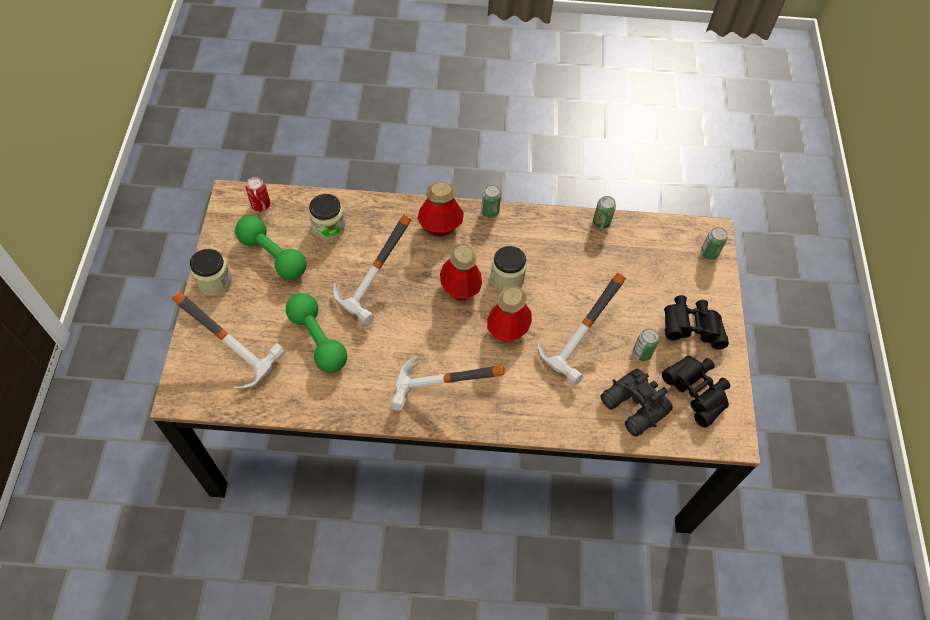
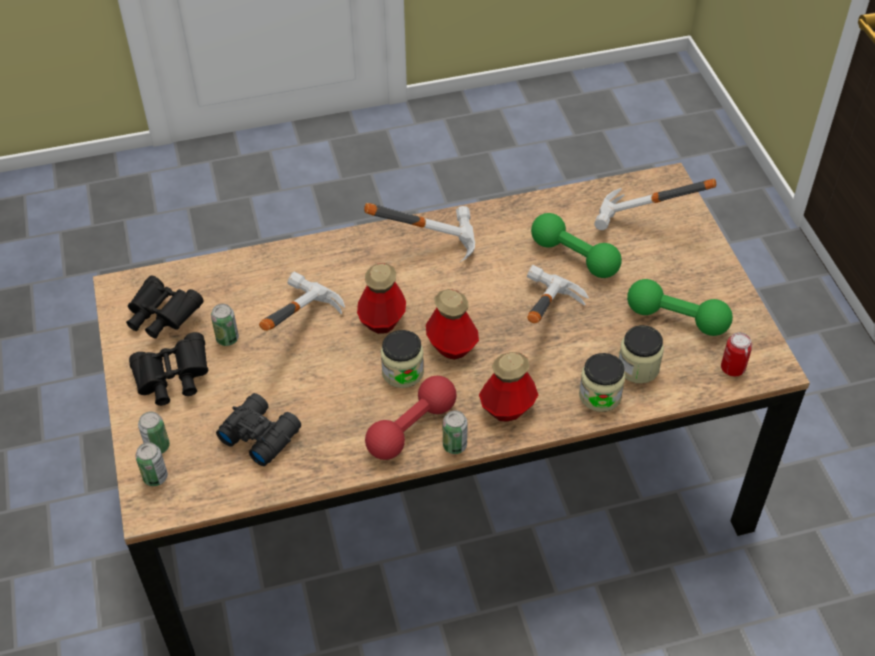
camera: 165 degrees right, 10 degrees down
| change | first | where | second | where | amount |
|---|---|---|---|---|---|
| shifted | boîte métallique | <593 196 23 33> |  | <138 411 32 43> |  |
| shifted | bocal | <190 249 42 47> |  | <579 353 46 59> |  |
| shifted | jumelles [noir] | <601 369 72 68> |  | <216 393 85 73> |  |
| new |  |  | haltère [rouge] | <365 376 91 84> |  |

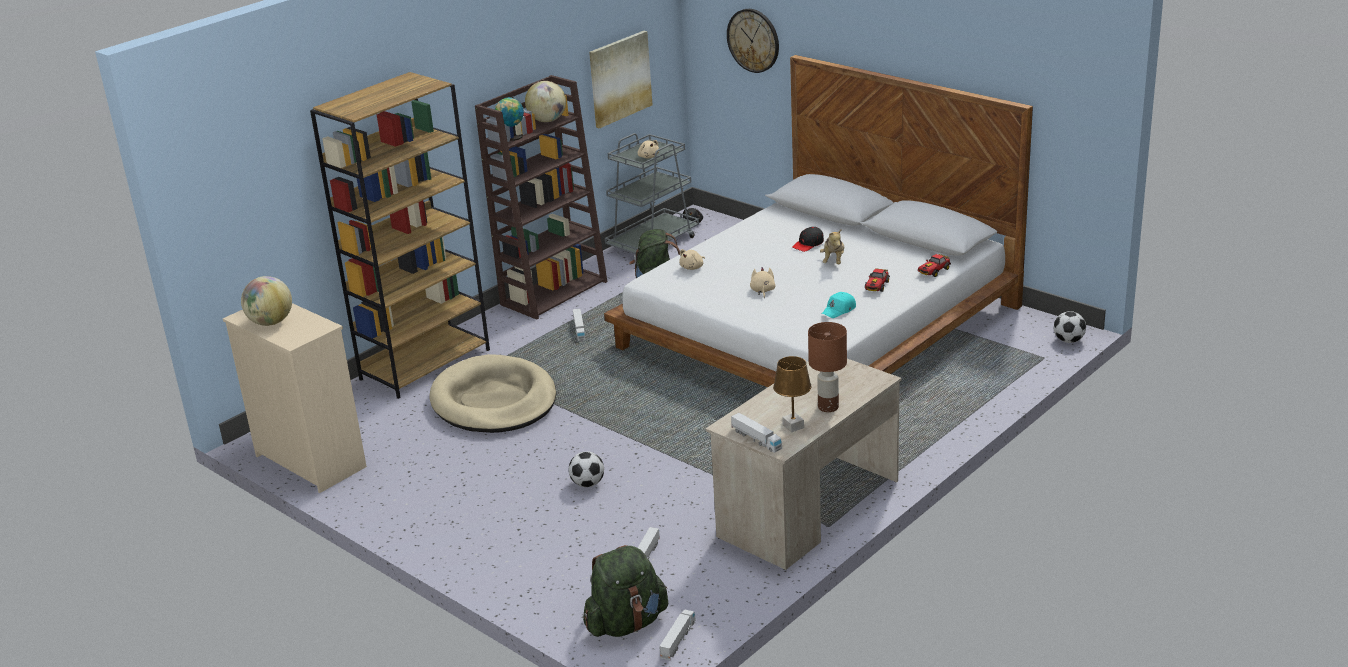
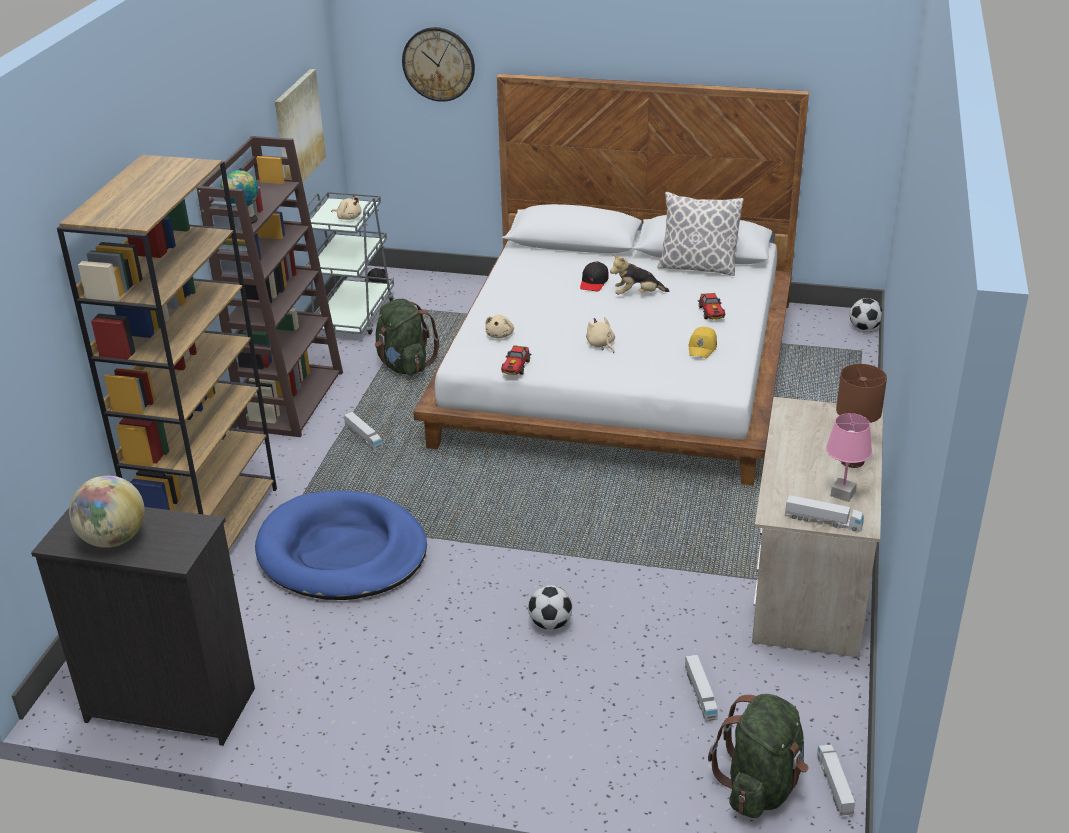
camera: 30 degrees left, 5 degrees up
| change | first | where | second | where | amount |
|---|---|---|---|---|---|
| gone | globe | <525 81 41 41> |  |  |  |
| rotated | peluche | <820 228 24 36> |  | <610 255 60 40> | 105 degrees clockwise |
| shifted | petite voiture | <918 254 33 23> |  | <501 345 30 30> |  |
| repainted | casquette [turquoise] | <822 292 34 26> | casquette [jaune] | <688 327 29 31> |  |
| repainted | commode [beige] | <223 303 144 190> | commode [noir] | <31 507 224 239> |  |
| repainted | panier pour chien [beige] | <430 354 126 79> | panier pour chien [bleu] | <255 490 172 110> |  |
| repainted | lampe de table [marron] | <773 356 39 77> | lampe de table [rose] | <826 413 46 89> |  |
| new |  |  | coussin | <657 192 87 84> |  |

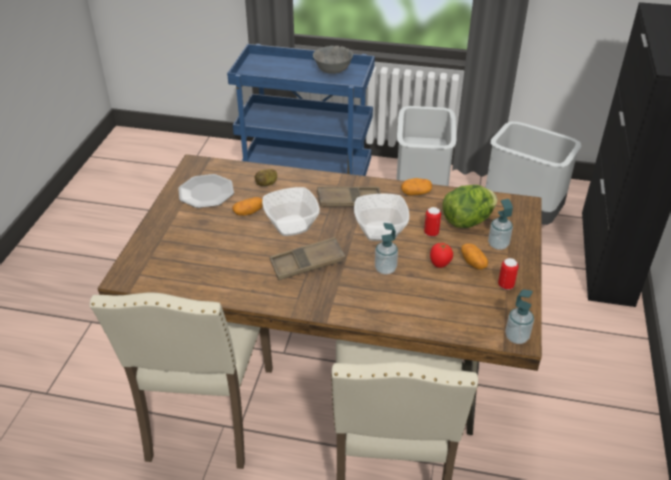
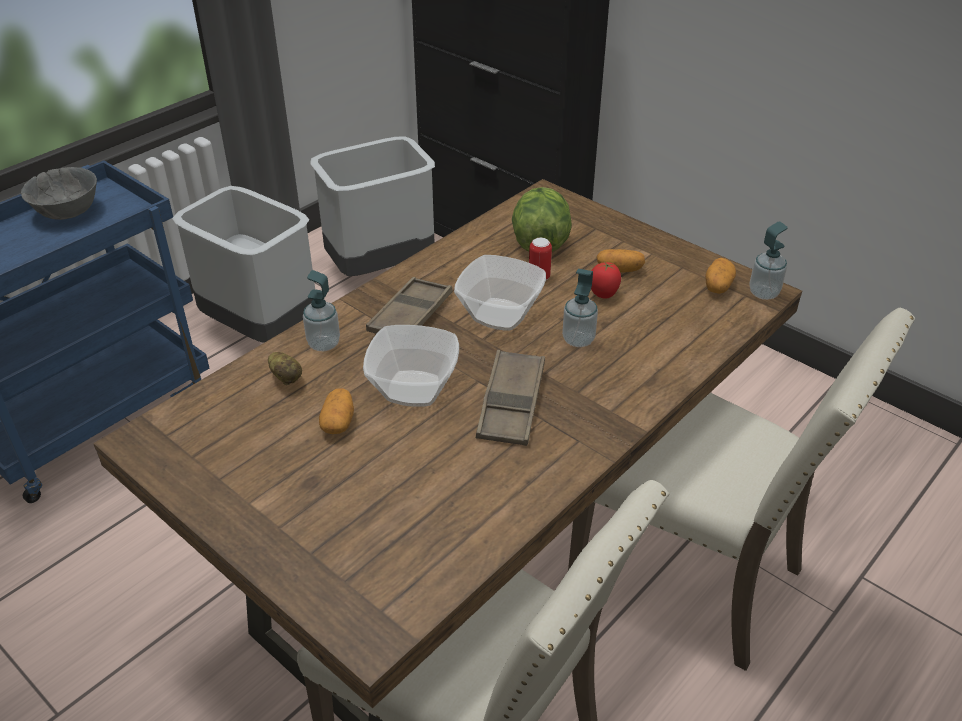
camera: 60 degrees left, 0 degrees up
| change | first | where | second | where | amount |
|---|---|---|---|---|---|
| gone | assiette | <178 174 56 34> |  |  |  |
| shifted | pomme de terre | <401 178 31 18> |  | <705 258 31 36> |  |
| shifted | distributeur de savon | <488 199 25 51> |  | <303 270 37 81> |  |
| gone | boîte métallique | <498 258 21 32> |  |  |  |

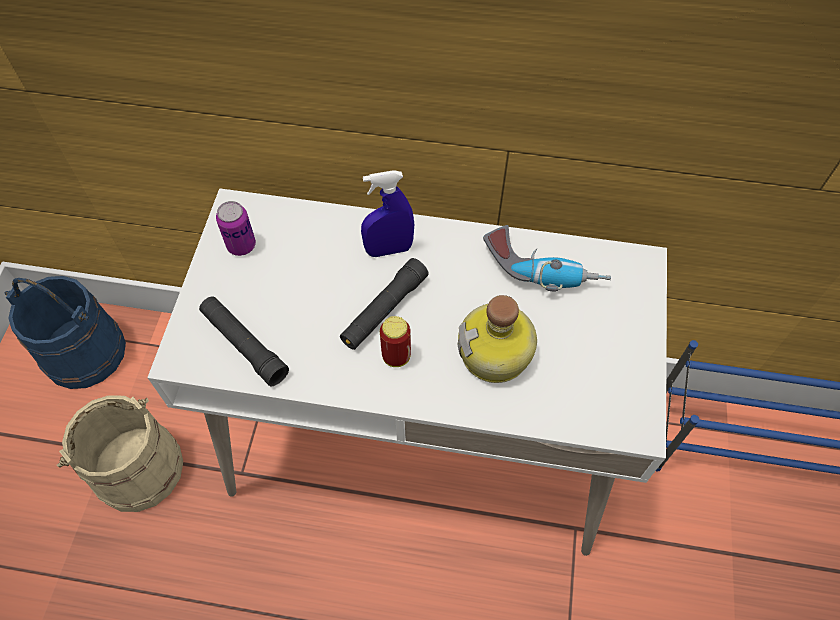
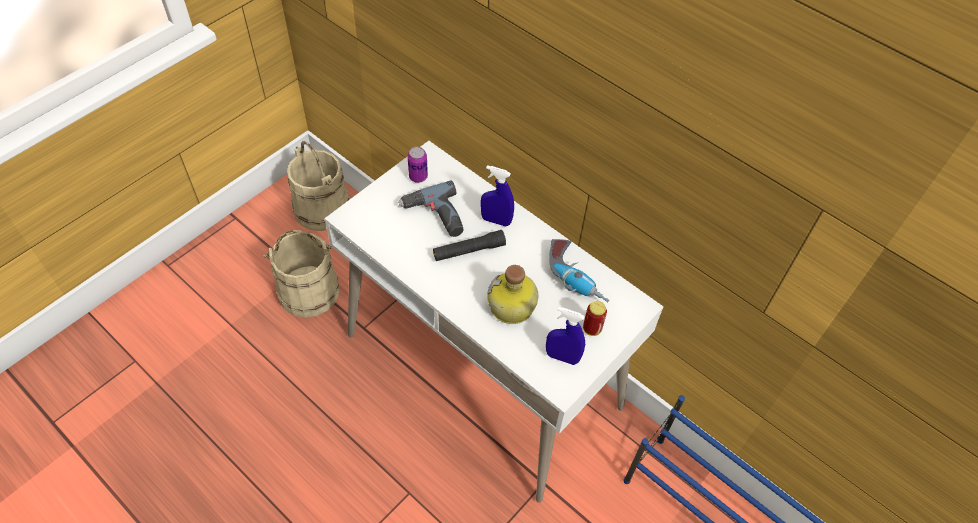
camera: 30 degrees right, 5 degrees down
| change | first | where | second | where | amount |
|---|---|---|---|---|---|
| repainted | seau [bleu] | <5 276 121 113> | seau [beige] | <287 141 63 90> |  |
| gone | lampe de poche [noir] | <199 296 90 90> |  |  |  |
| shifted | boîte métallique | <380 316 31 51> |  | <583 301 24 35> |  |
| new |  |  | perceuse | <398 180 66 57> |  |
| new |  |  | vaporisateur [bleu] | <546 306 39 59> |  |

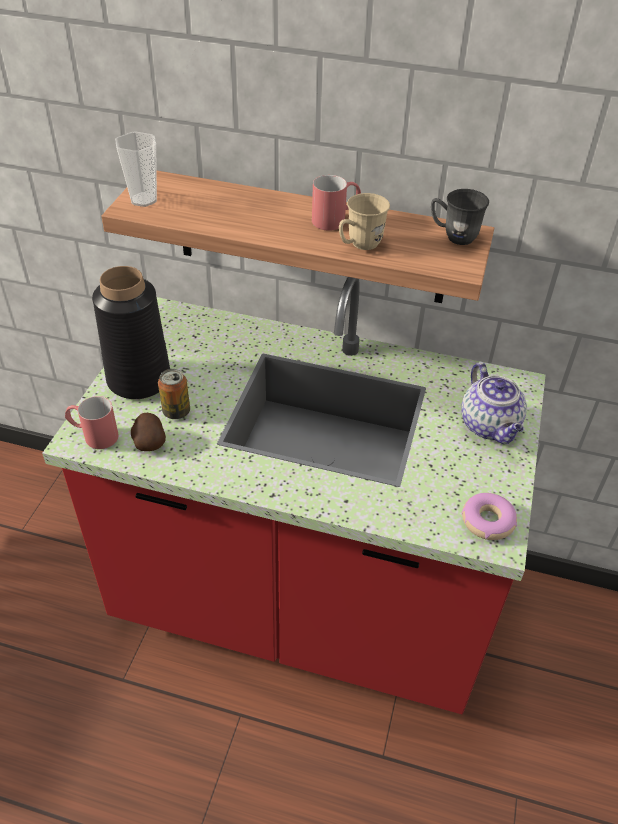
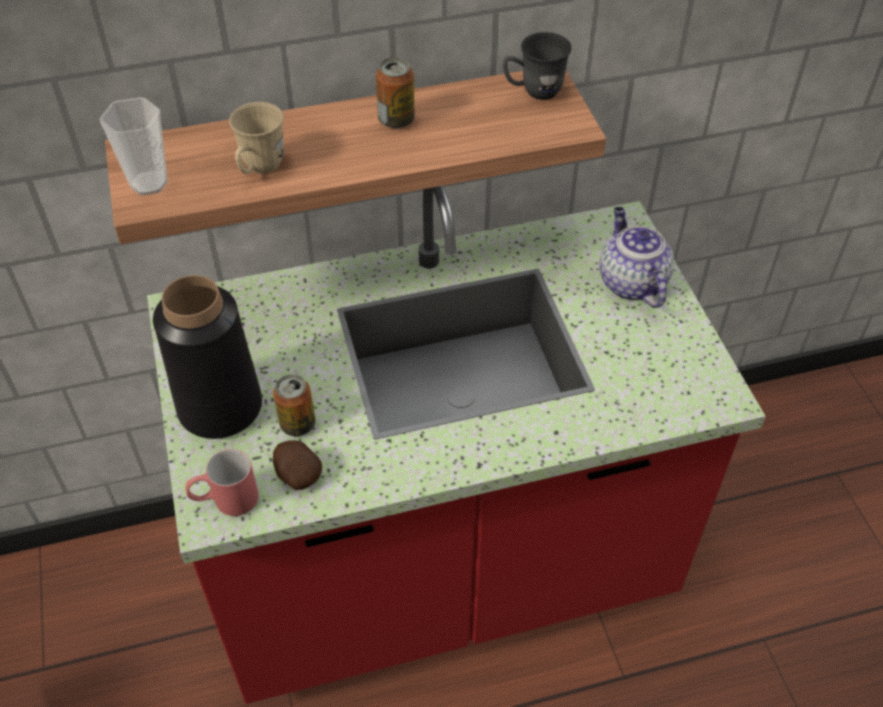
camera: 30 degrees left, 5 degrees up
| change | first | where | second | where | amount |
|---|---|---|---|---|---|
| swapped | mug [rouge] | <312 175 49 56> | boîte métallique | <376 57 39 71> |  |
| shifted | mug [beige] | <339 193 51 57> |  | <229 102 55 72> |  |
| rotated | théière | <461 363 66 81> |  | <599 207 75 101> | 150 degrees counterclockwise |
| gone | beignet | <462 493 55 47> |  |  |  |

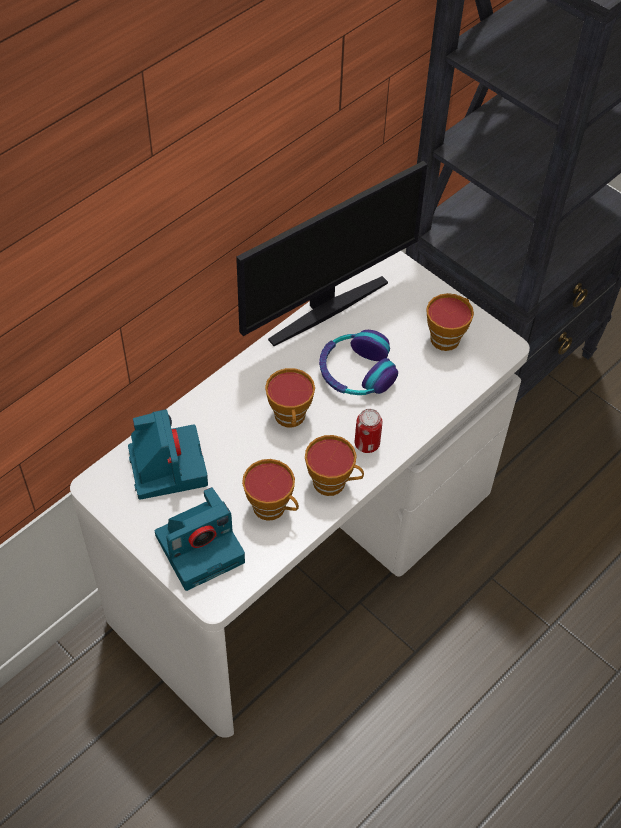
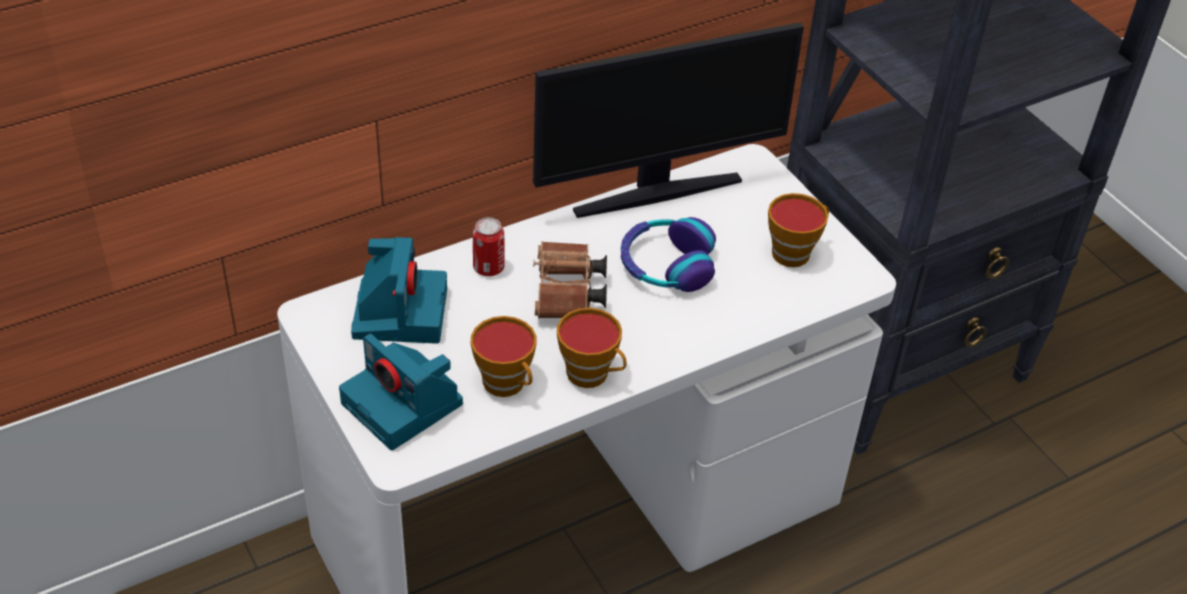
camera: 15 degrees right, 10 degrees down
| change | first | where | second | where | amount |
|---|---|---|---|---|---|
| swapped | tasse | <265 368 50 59> | jumelles [marron] | <533 241 74 77> |  |
| shifted | boîte métallique | <355 409 27 44> |  | <473 217 32 59> |  |
| rotated | appareil photo | <155 487 90 104> |  | <339 334 124 116> | 60 degrees clockwise |

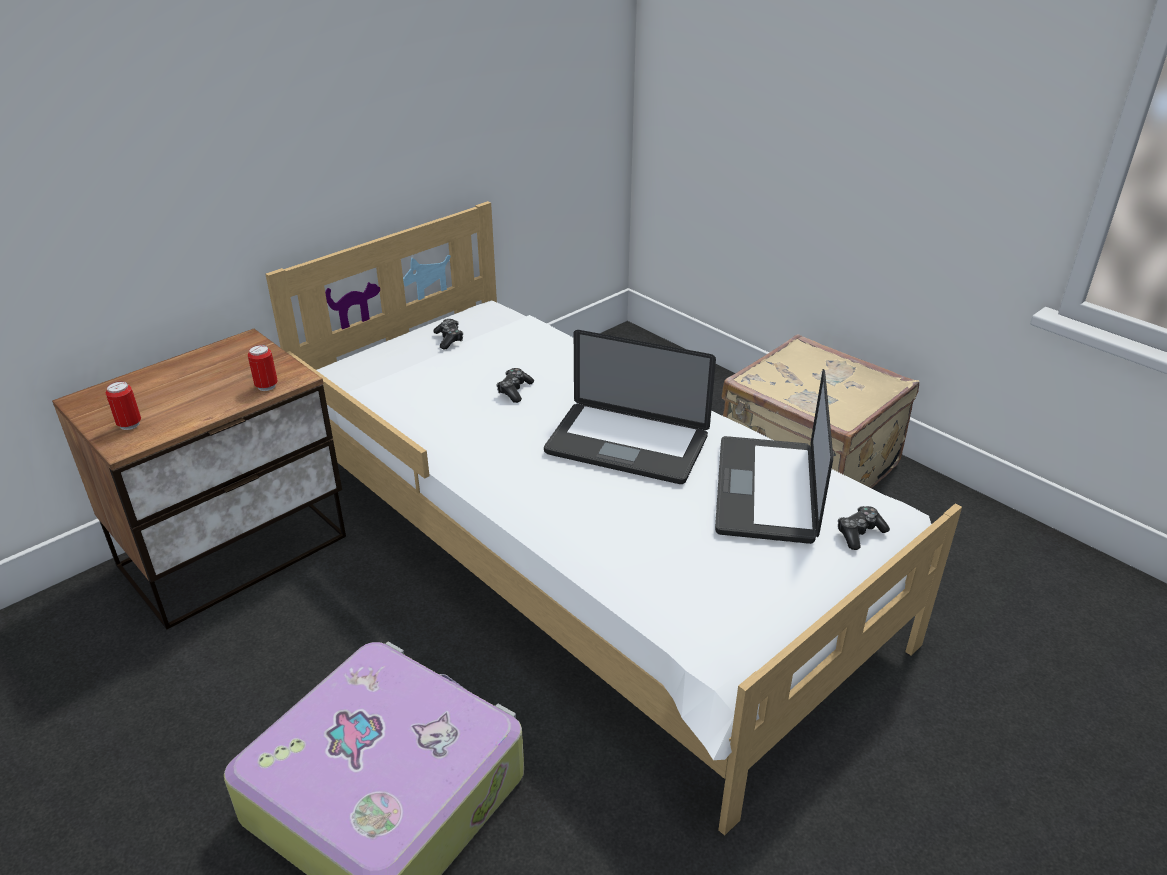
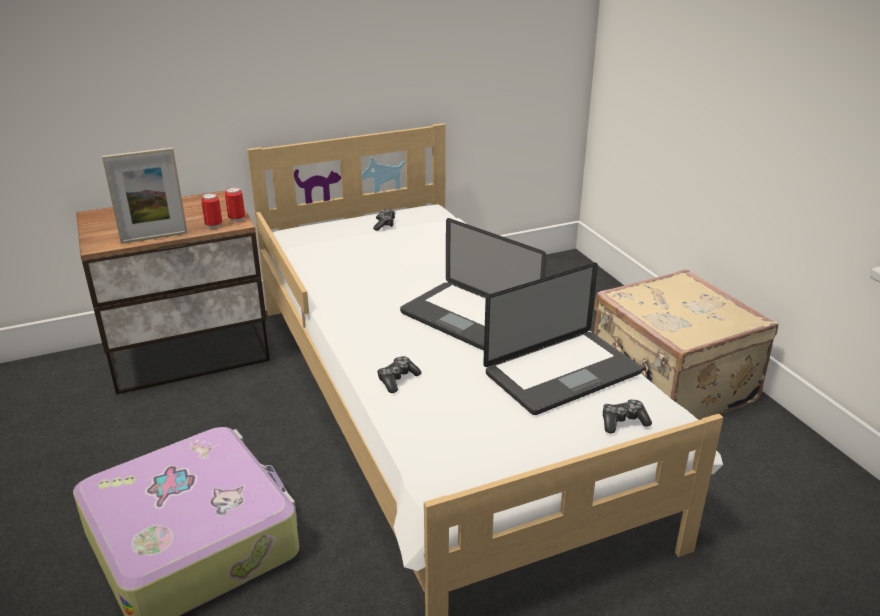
camera: 20 degrees right, 5 degrees down
| change | first | where | second | where | amount |
|---|---|---|---|---|---|
| shifted | manette | <497 368 37 35> |  | <377 356 45 37> |  |
| rotated | ordinateur portable | <715 369 118 175> |  | <483 263 159 152> | 150 degrees counterclockwise |
| shifted | boîte métallique | <106 381 35 49> |  | <225 187 20 35> |  |
| new |  |  | cadre photo | <102 147 86 97> |  |

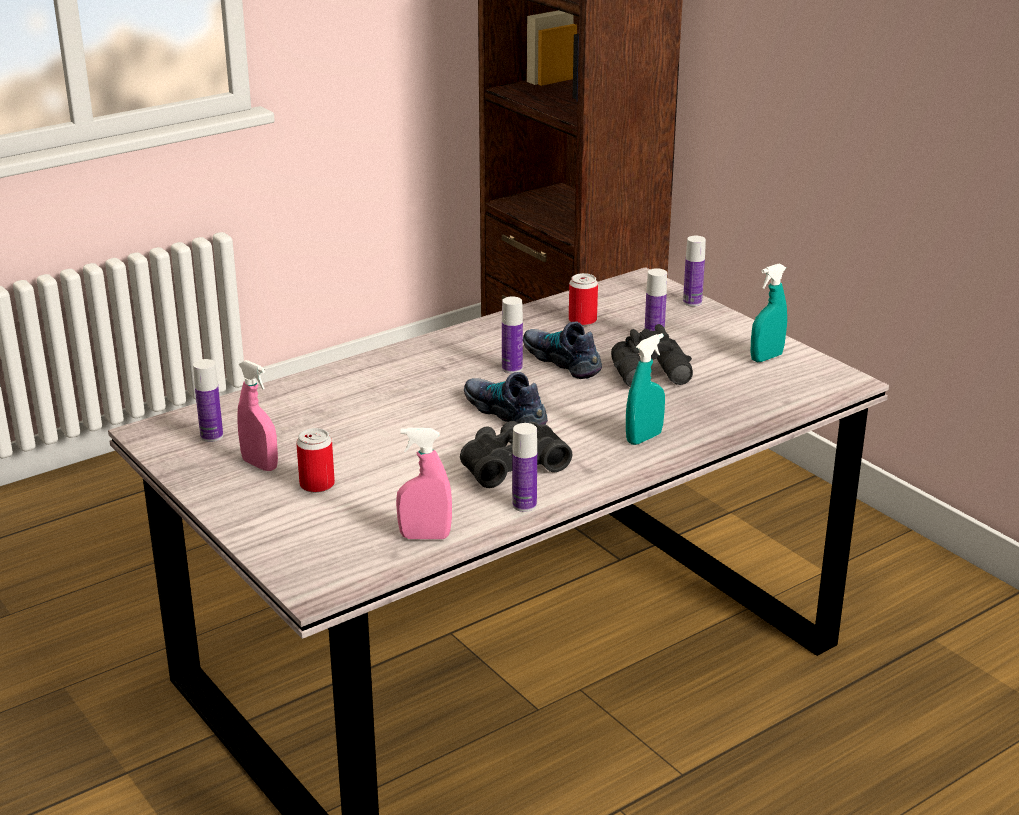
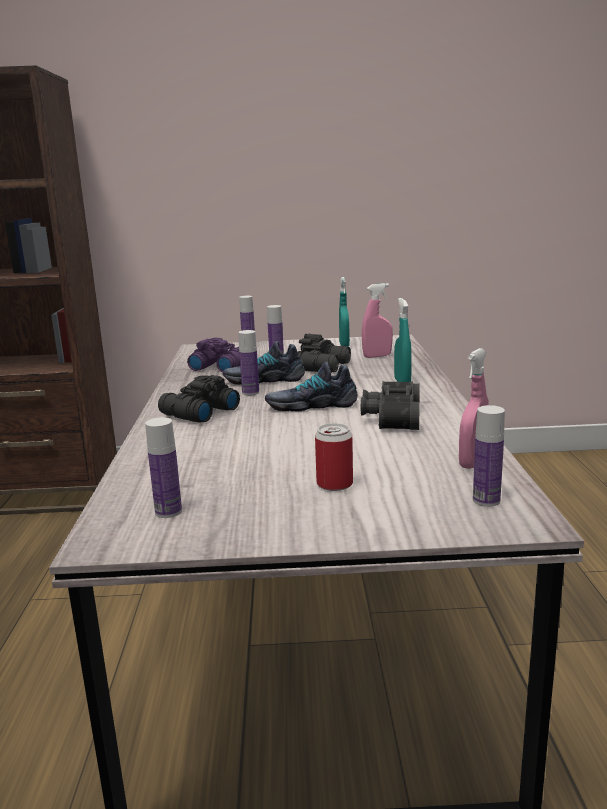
camera: 55 degrees left, 10 degrees down
| change | first | where | second | where | amount |
|---|---|---|---|---|---|
| swapped | boîte métallique | <569 273 29 53> | jumelles [violet] | <187 338 53 35> |  |
| shifted | vaporisateur [rose] | <237 360 41 111> |  | <362 283 31 75> |  |
| shifted | bouteille | <512 423 25 89> |  | <473 405 32 102> |  |
| new |  |  | jumelles [noir] | <158 375 82 48> |  |

